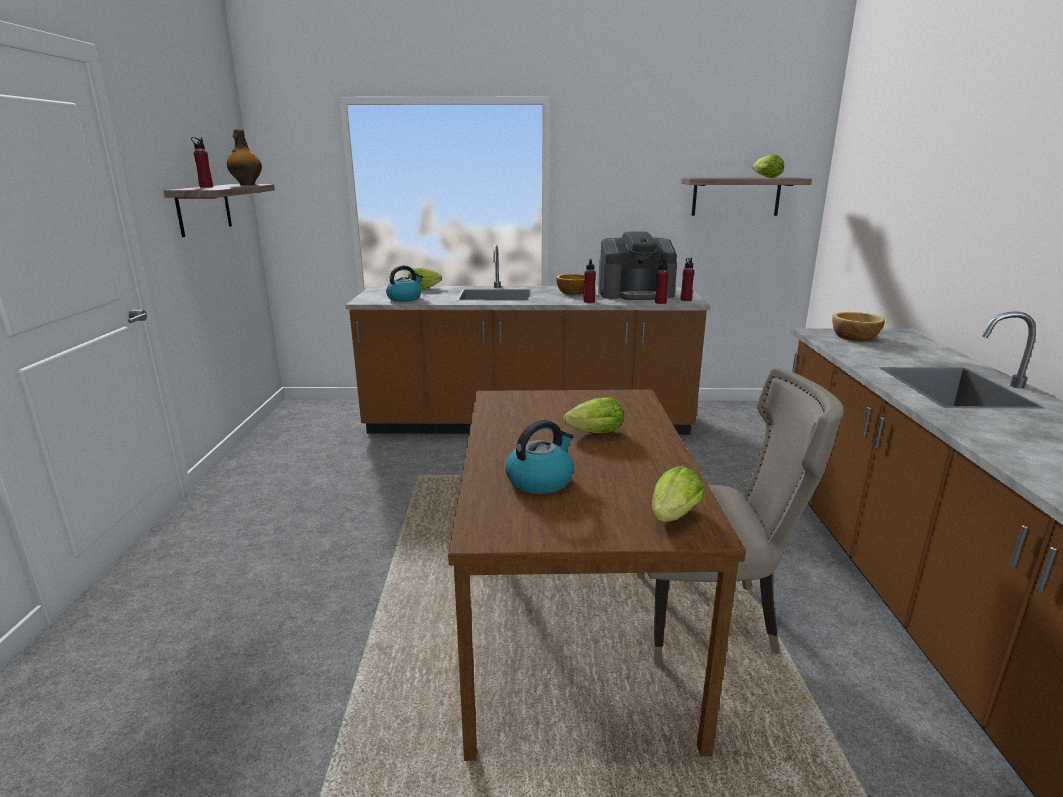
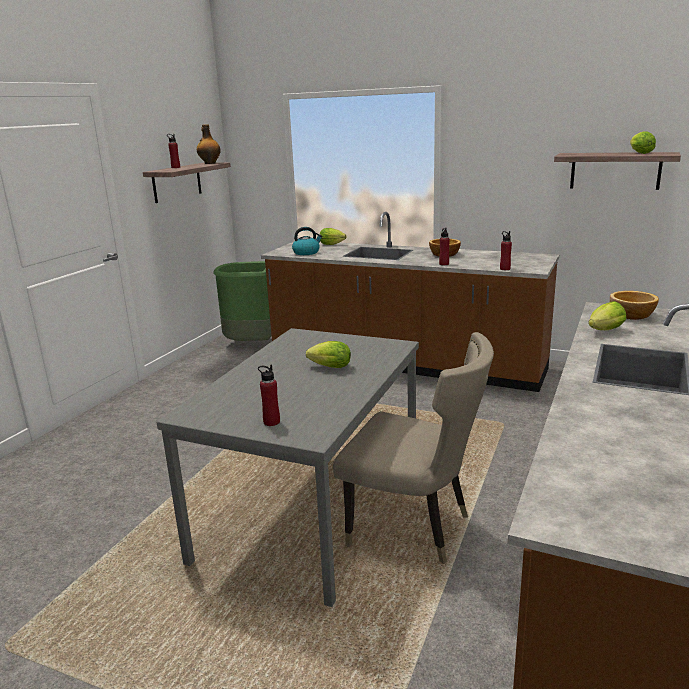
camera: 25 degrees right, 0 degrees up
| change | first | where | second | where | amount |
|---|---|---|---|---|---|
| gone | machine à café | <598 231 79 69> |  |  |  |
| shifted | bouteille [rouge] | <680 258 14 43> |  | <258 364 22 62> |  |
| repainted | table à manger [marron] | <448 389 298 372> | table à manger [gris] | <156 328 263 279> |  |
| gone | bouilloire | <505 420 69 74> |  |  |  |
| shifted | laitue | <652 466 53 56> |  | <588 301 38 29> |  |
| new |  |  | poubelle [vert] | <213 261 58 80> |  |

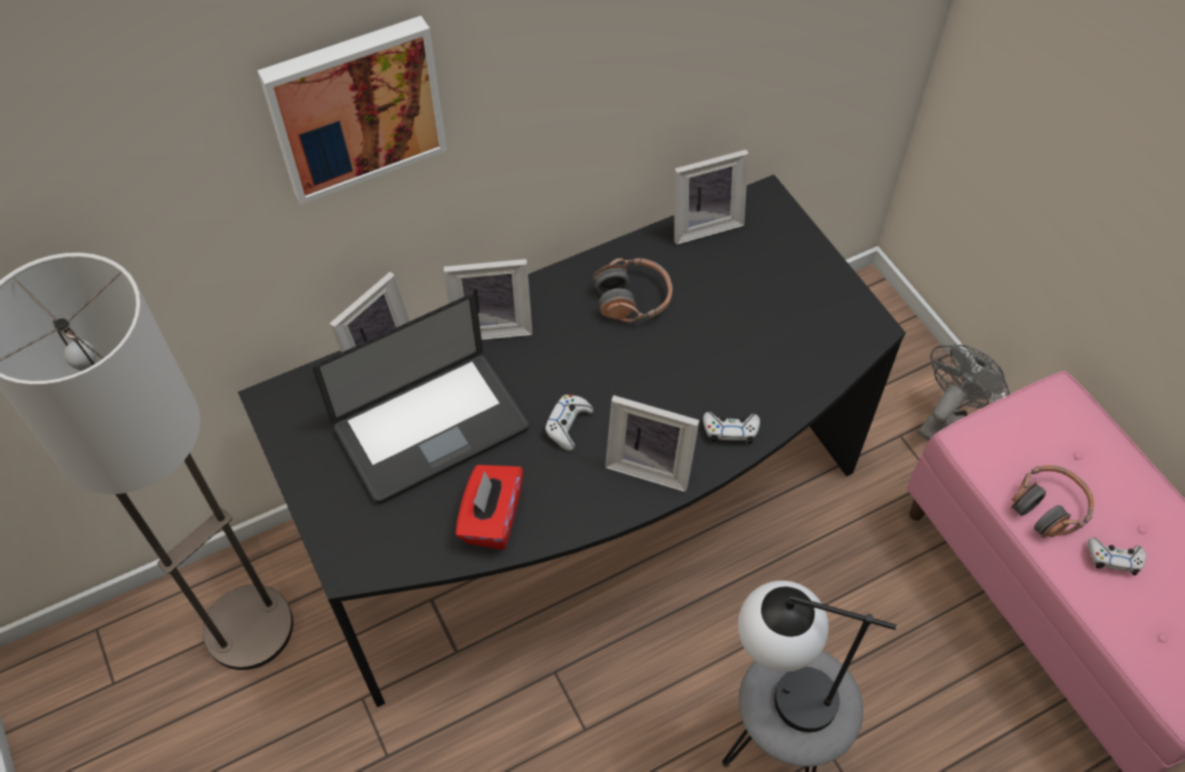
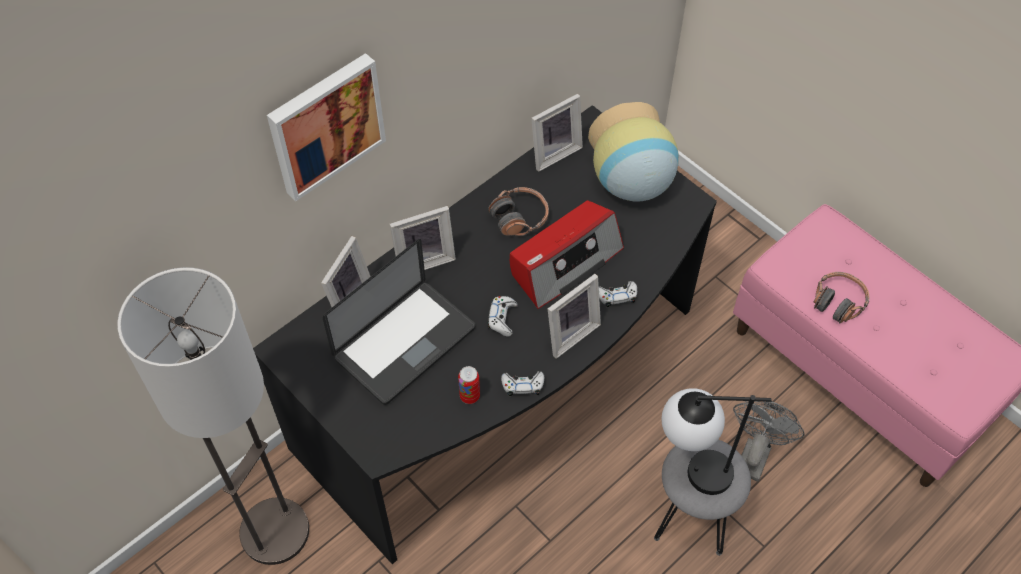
camera: 15 degrees left, 0 degrees up
| change | first | where | second | where | amount |
|---|---|---|---|---|---|
| shifted | ventilateur [gris] | <917 345 93 96> |  | <733 401 72 81> |  |
| rotated | cadre photo | <605 395 95 97> |  | <548 274 53 85> | 45 degrees counterclockwise |
| swapped | boîte à mouchoirs [rouge] | <456 465 67 85> | boîte métallique | <458 366 22 38> |  |
| shifted | manette [blanc] | <1087 538 59 37> |  | <501 371 43 25> |  |
| new |  |  | vase | <588 102 91 100> |  |
| new |  |  | radio | <510 200 114 109> |  |

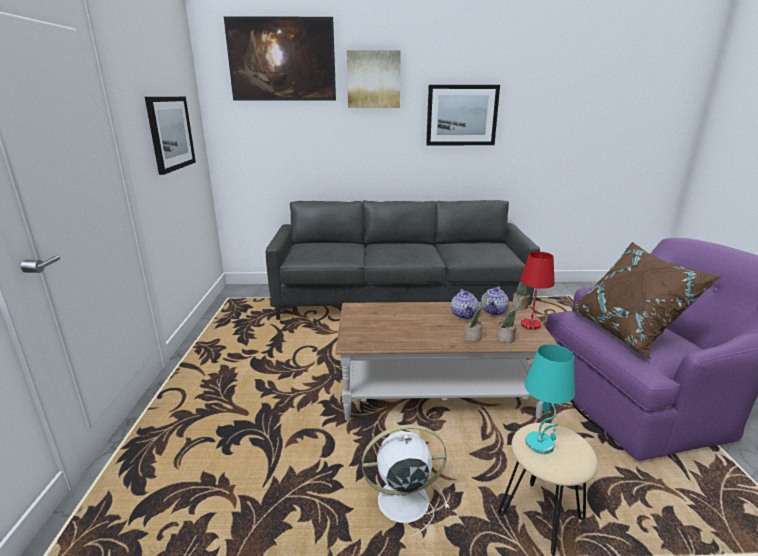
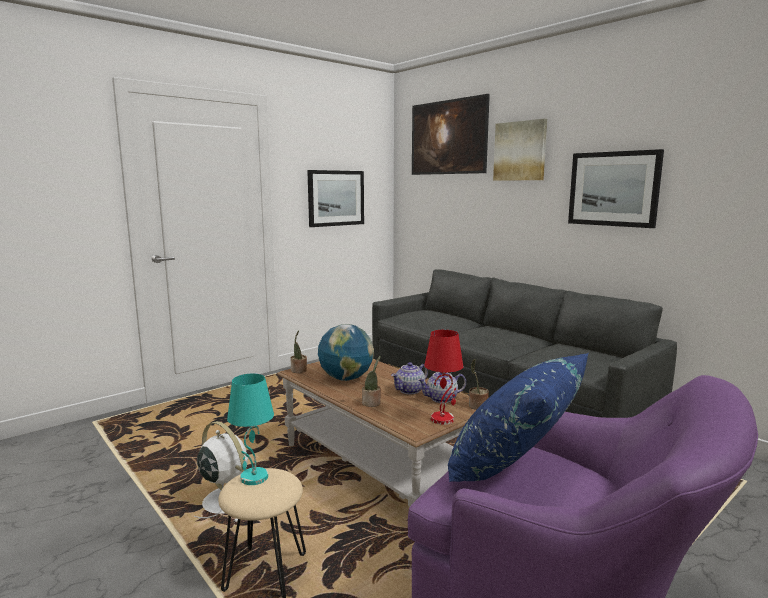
camera: 50 degrees right, 10 degrees down
| change | first | where | second | where | amount |
|---|---|---|---|---|---|
| repainted | coussin [marron] | <571 242 150 117> | coussin [bleu] | <448 353 140 129> |  |
| shifted | plante en pot | <497 296 26 47> |  | <290 330 17 43> |  |
| new |  |  | globe | <318 324 56 57> |  |

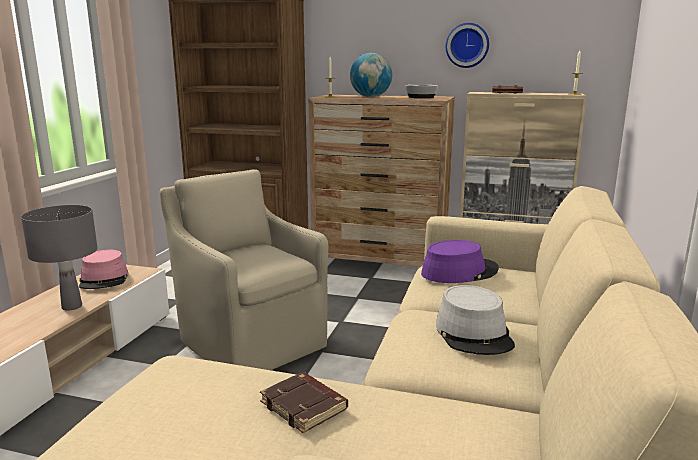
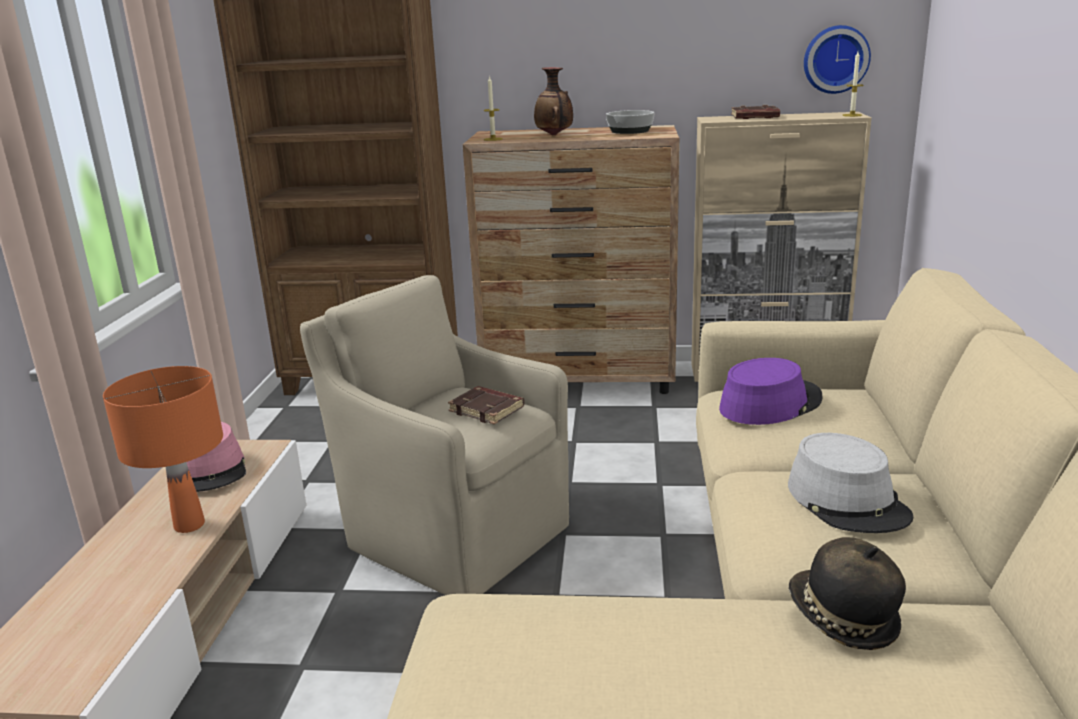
camera: 10 degrees left, 5 degrees up
| change | first | where | second | where | amount |
|---|---|---|---|---|---|
| shifted | horloge murale | <446 23 43 45> |  | <804 25 67 69> |  |
| swapped | globe | <350 53 42 44> | vase | <534 67 39 69> |  |
| repainted | lampe de table [gris] | <21 205 76 106> | lampe de table [orange] | <103 366 120 167> |  |
| shifted | livre [marron] | <260 372 88 61> |  | <448 386 76 38> |  |
| new |  |  | chapeau | <789 537 117 113> |  |

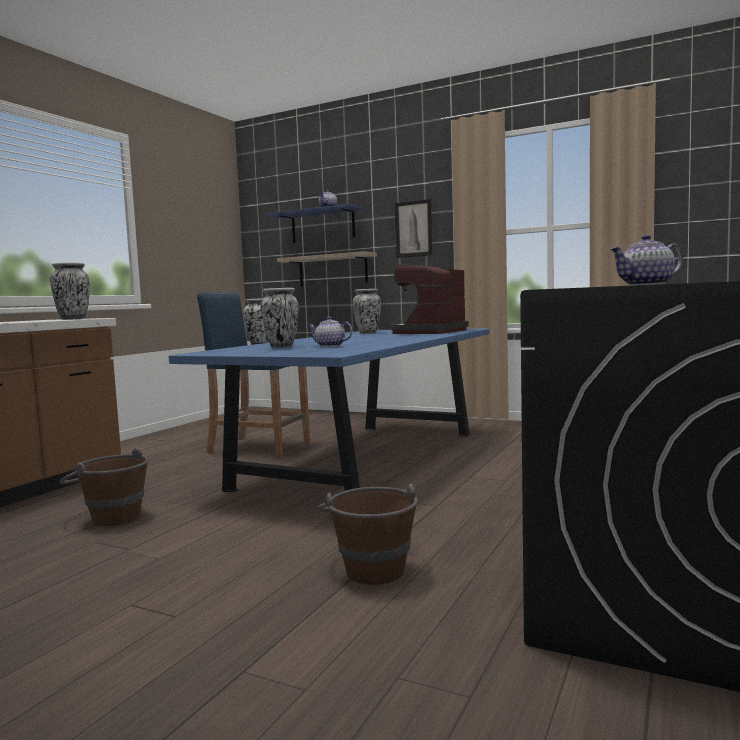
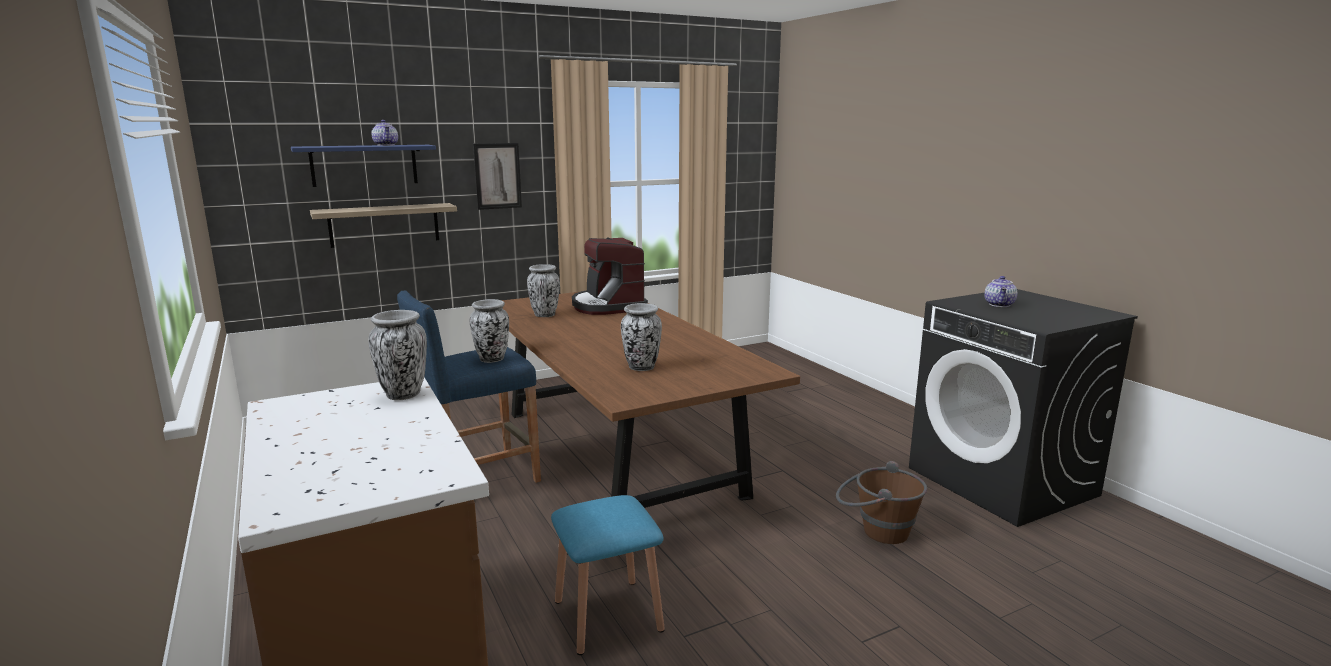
camera: 55 degrees left, 10 degrees up
| change | first | where | second | where | amount |
|---|---|---|---|---|---|
| gone | théière | <308 316 45 31> |  |  |  |
| repainted | table à manger [bleu] | <169 328 321 164> | table à manger [marron] | <502 292 298 216> |  |
| swapped | seau [marron] | <60 447 89 79> | tabouret [bleu] | <551 495 114 160> |  |

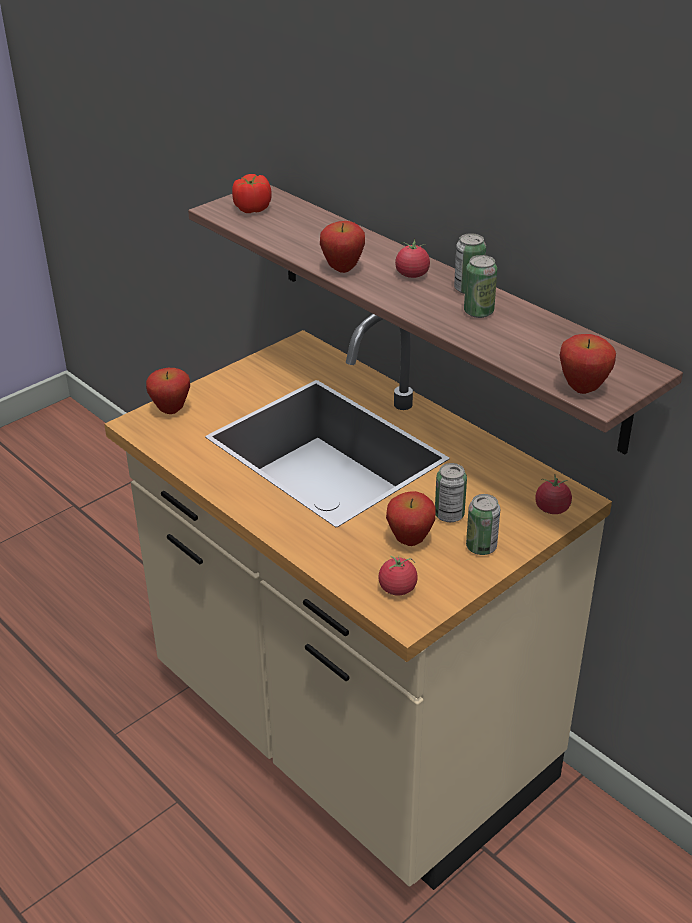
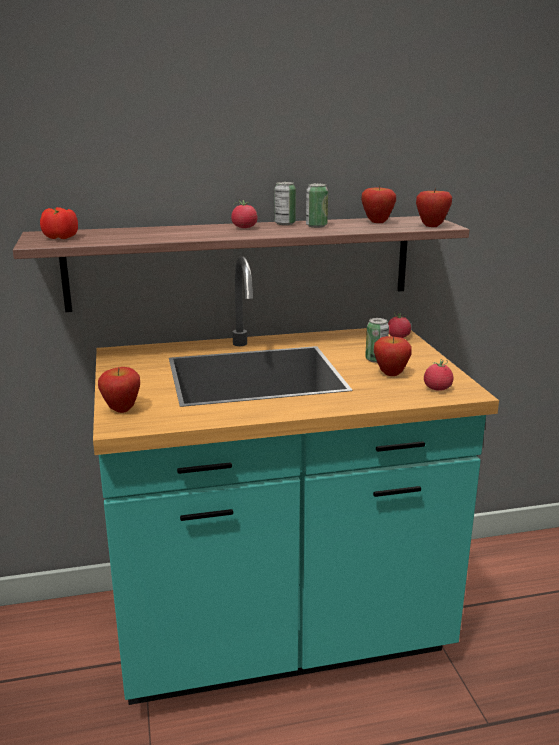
camera: 60 degrees left, 15 degrees down
| change | first | where | second | where | amount |
|---|---|---|---|---|---|
| shifted | pomme | <320 221 45 52> |  | <361 185 35 38> |  |
| repainted | comptoir de cuisine [beige] | <104 314 508 576> | comptoir de cuisine [turquoise] | <93 256 406 449> |  |
| gone | boîte métallique | <466 494 34 61> |  |  |  |

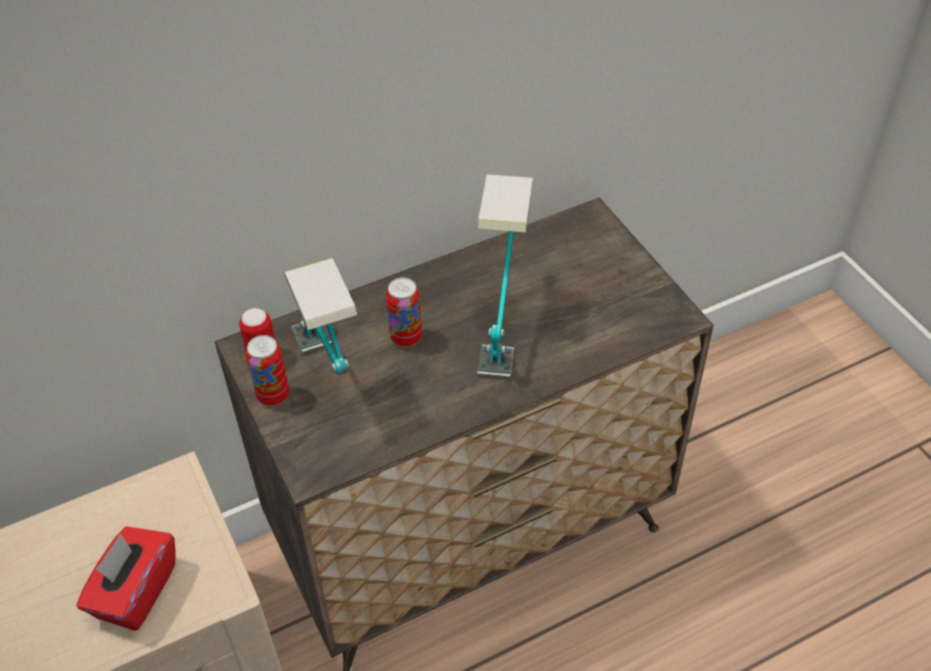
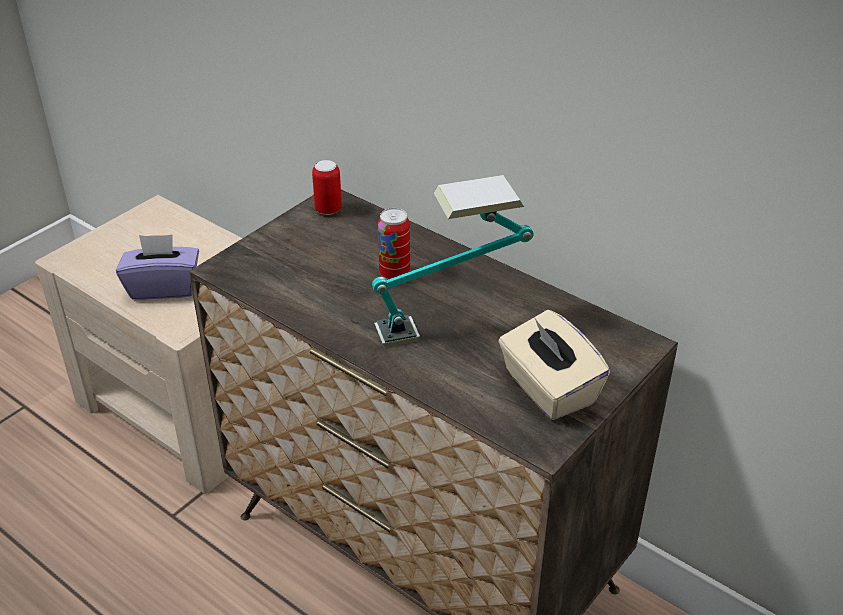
camera: 65 degrees right, 10 degrees down
| change | first | where | second | where | amount |
|---|---|---|---|---|---|
| gone | lampe de table | <284 258 73 117> |  |  |  |
| gone | boîte métallique | <246 335 43 71> |  |  |  |
| repainted | boîte à mouchoirs [rouge] | <76 526 100 105> | boîte à mouchoirs [violet] | <116 235 83 65> |  |
| new |  |  | boîte à mouchoirs [beige] | <498 310 112 110> |  |

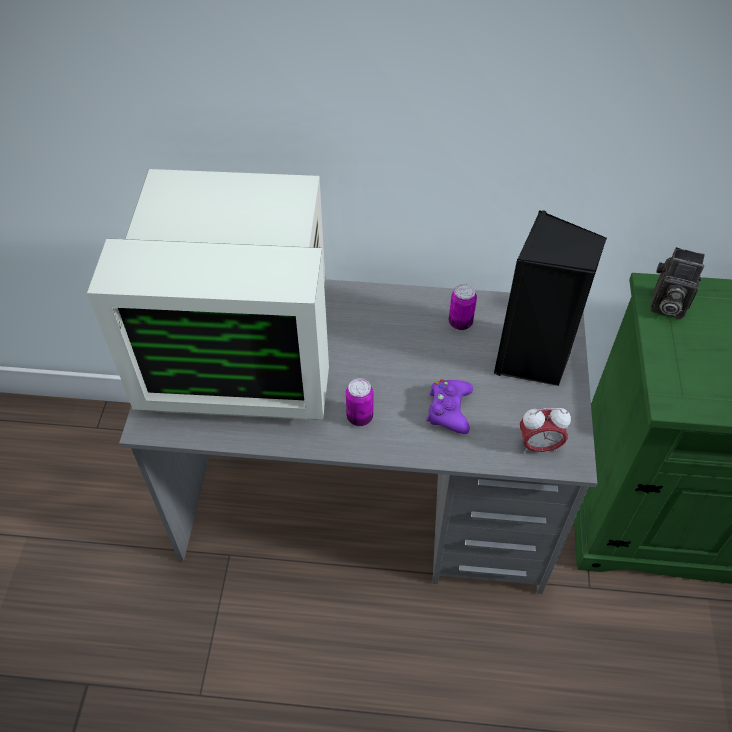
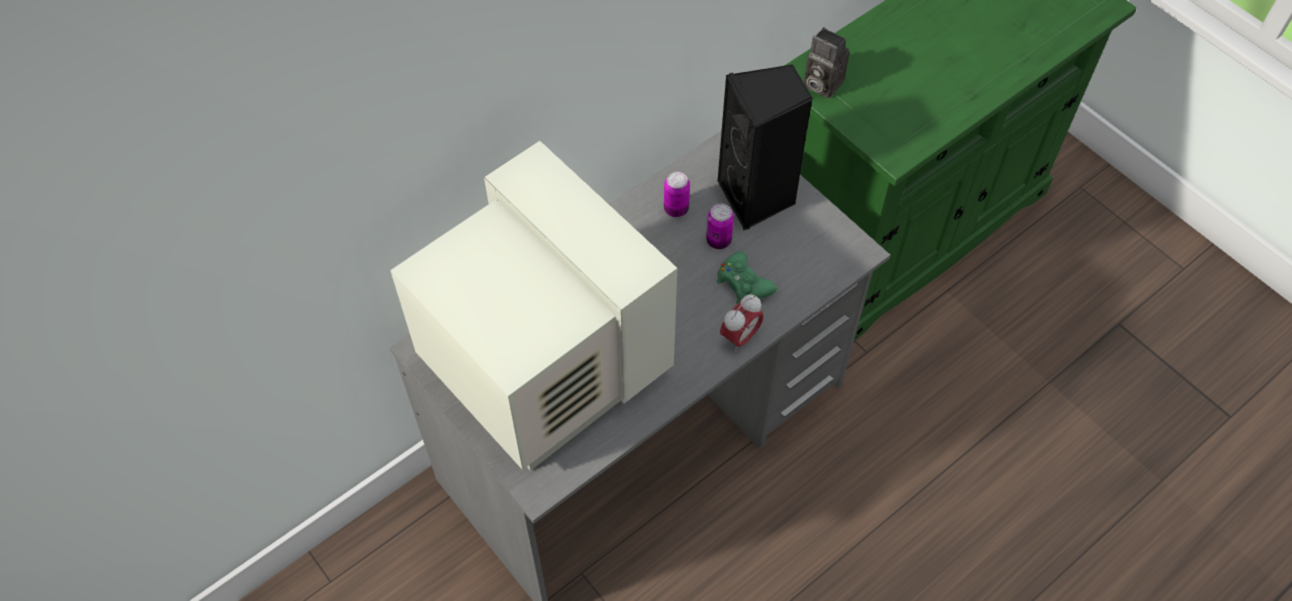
camera: 45 degrees left, 5 degrees up
| change | first | where | second | where | amount |
|---|---|---|---|---|---|
| rotated | écran d'ordinateur | <87 169 242 251> |  | <390 141 287 330> | 90 degrees counterclockwise |
| rotated | appareil photo | <650 247 55 72> |  | <804 27 46 72> | 60 degrees clockwise |
| shifted | boîte métallique | <346 378 28 48> |  | <706 204 28 45> |  |
| repainted | manette [violet] | <426 379 47 55> | manette [vert] | <717 251 60 53> |  |
| shifted | réveil | <520 408 51 45> |  | <720 295 44 57> |  |

